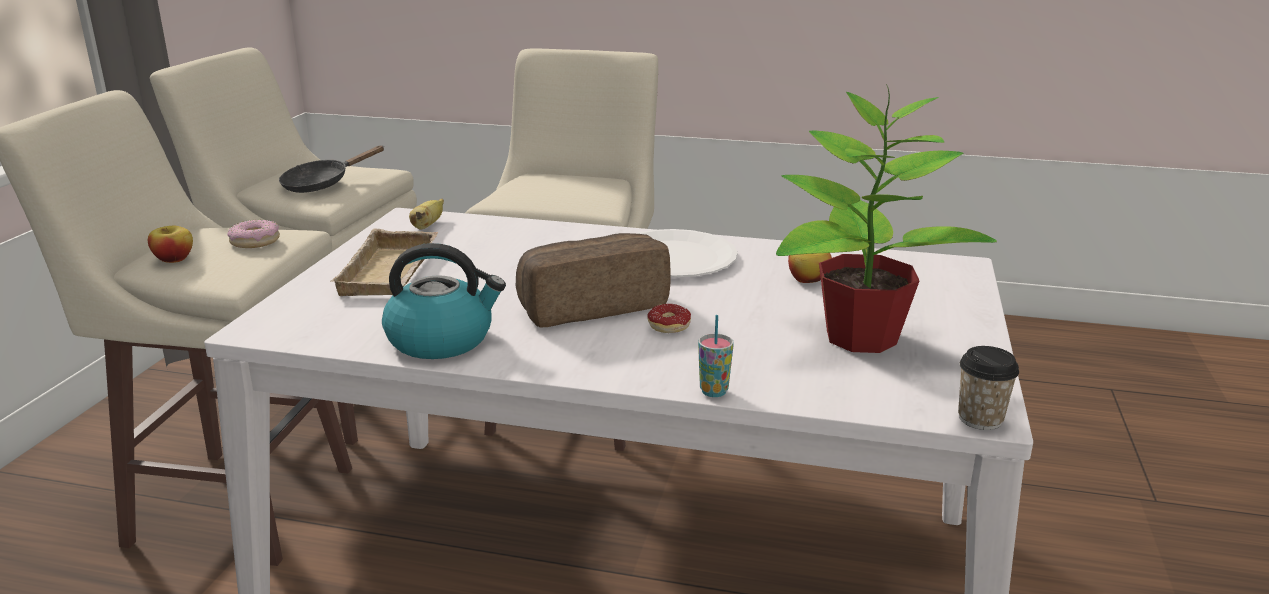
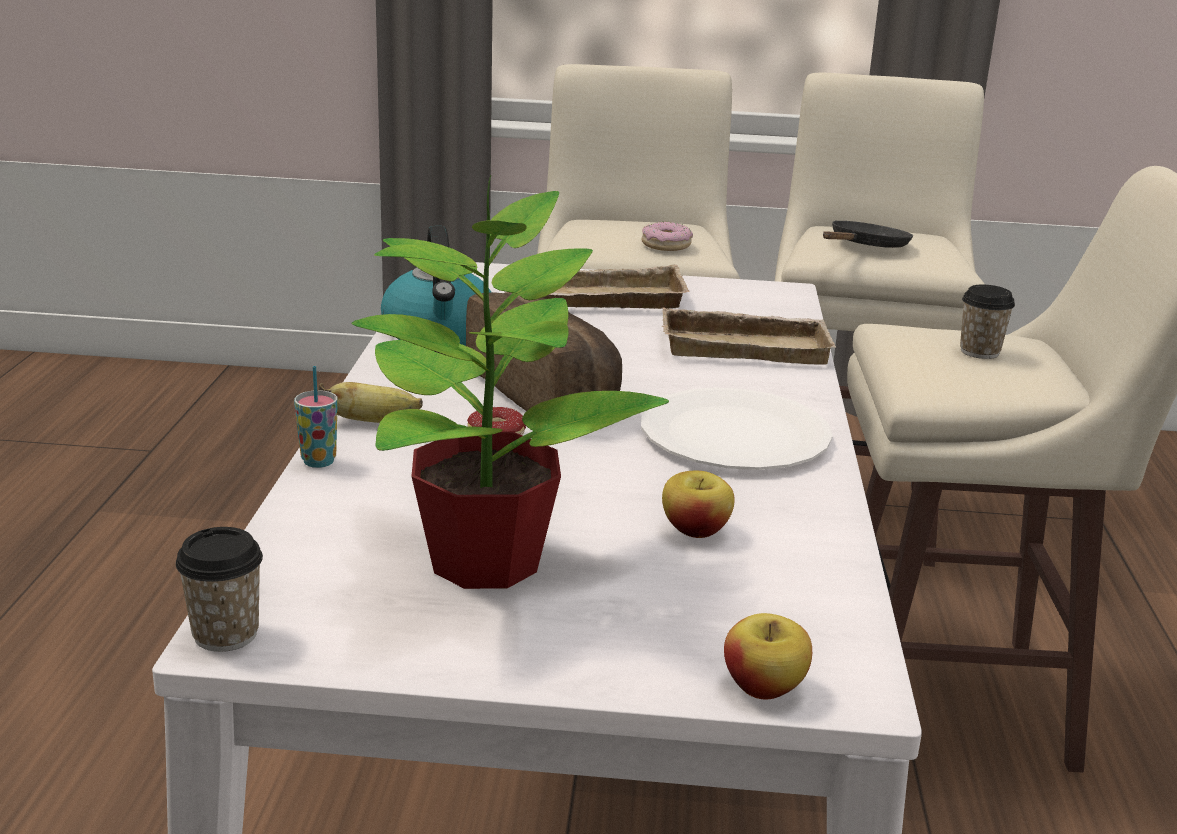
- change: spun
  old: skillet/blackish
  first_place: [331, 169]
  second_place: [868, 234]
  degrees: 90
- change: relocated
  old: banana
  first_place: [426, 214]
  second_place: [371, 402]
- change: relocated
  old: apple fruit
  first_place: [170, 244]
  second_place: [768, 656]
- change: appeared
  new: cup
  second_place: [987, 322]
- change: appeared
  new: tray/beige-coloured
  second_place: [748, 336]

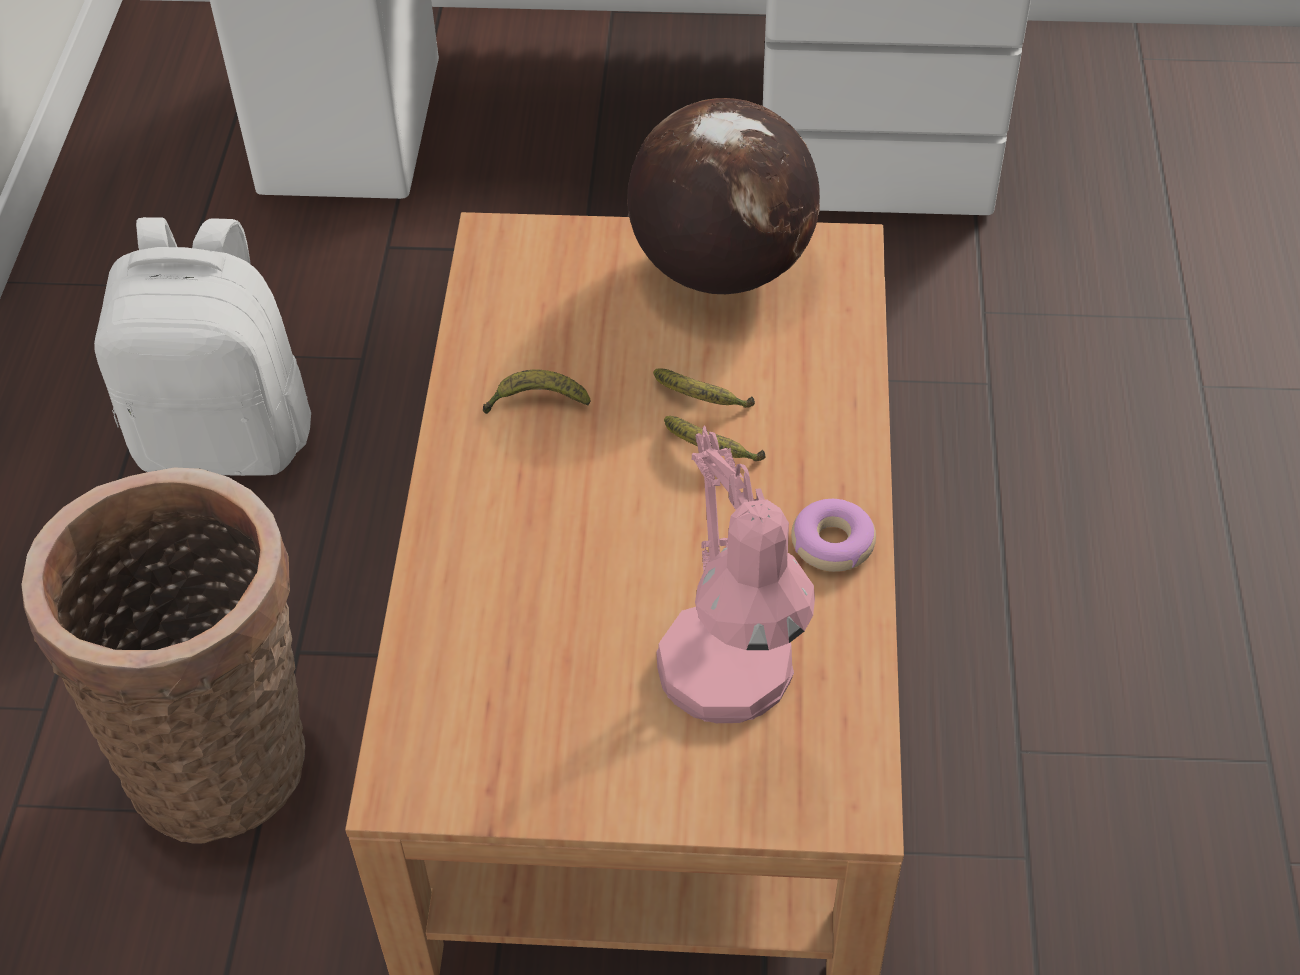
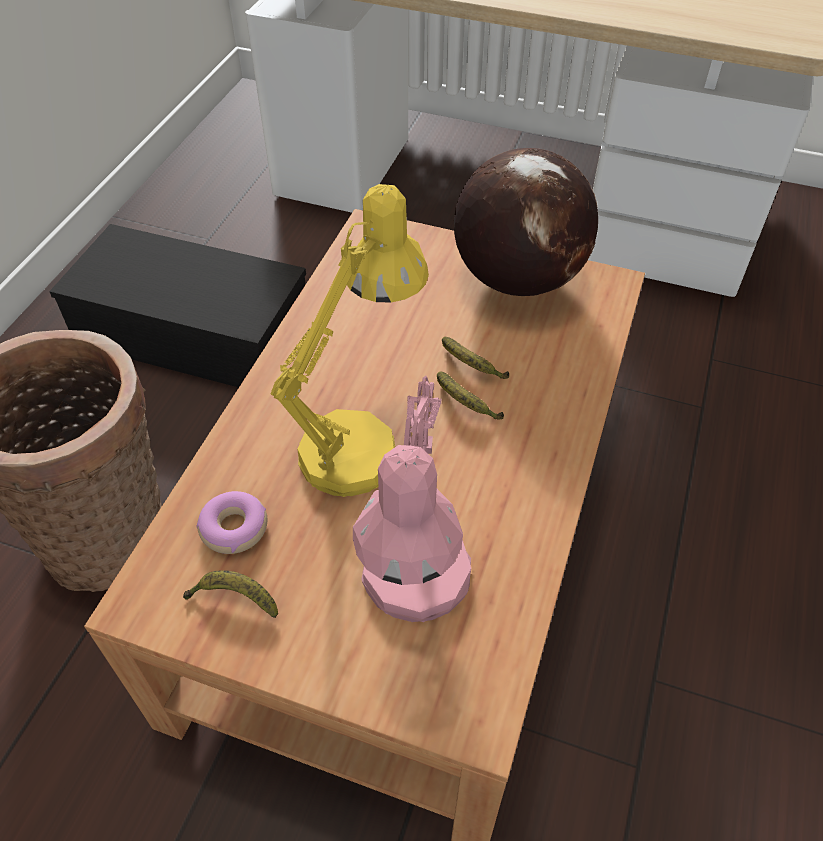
- change: exchanged
  old: rucksack/white
  new: storage bin/blackish
  first_place: [202, 346]
  second_place: [177, 305]
- change: relocated
  old: banana
  first_place: [537, 391]
  second_place: [230, 594]
- change: relocated
  old: doughnut
  first_place: [833, 535]
  second_place: [232, 522]
- change: appeared
  new: table lamp/yellow
  second_place: [350, 340]

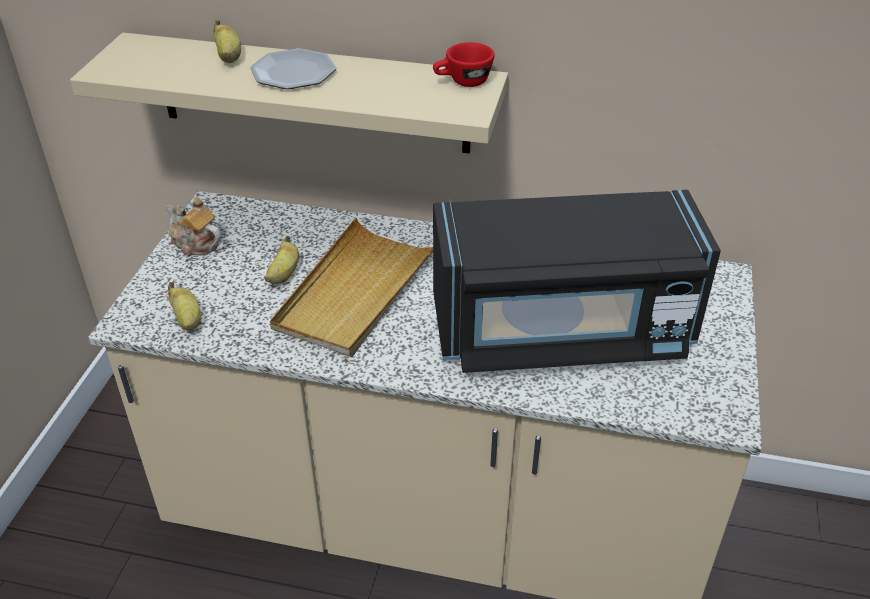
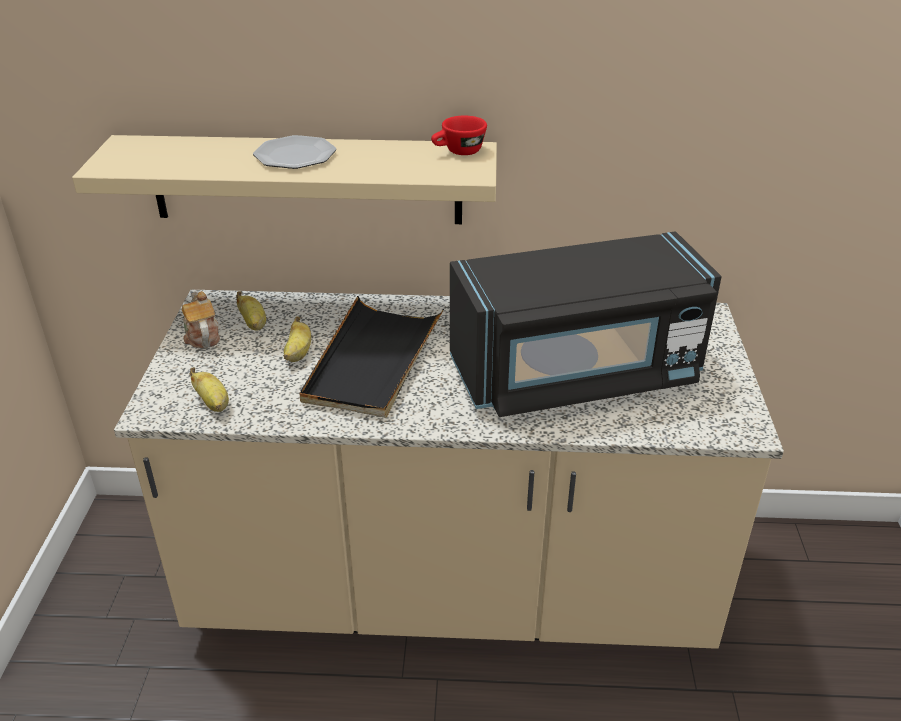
- change: relocated
  old: banana
  first_place: [227, 41]
  second_place: [251, 311]
- change: spun
  old: teapot
  first_place: [193, 226]
  second_place: [201, 319]
  degrees: 45
- change: colour
  old: tray/beige-coloured
  new: tray/blackish
  first_place: [351, 287]
  second_place: [371, 357]

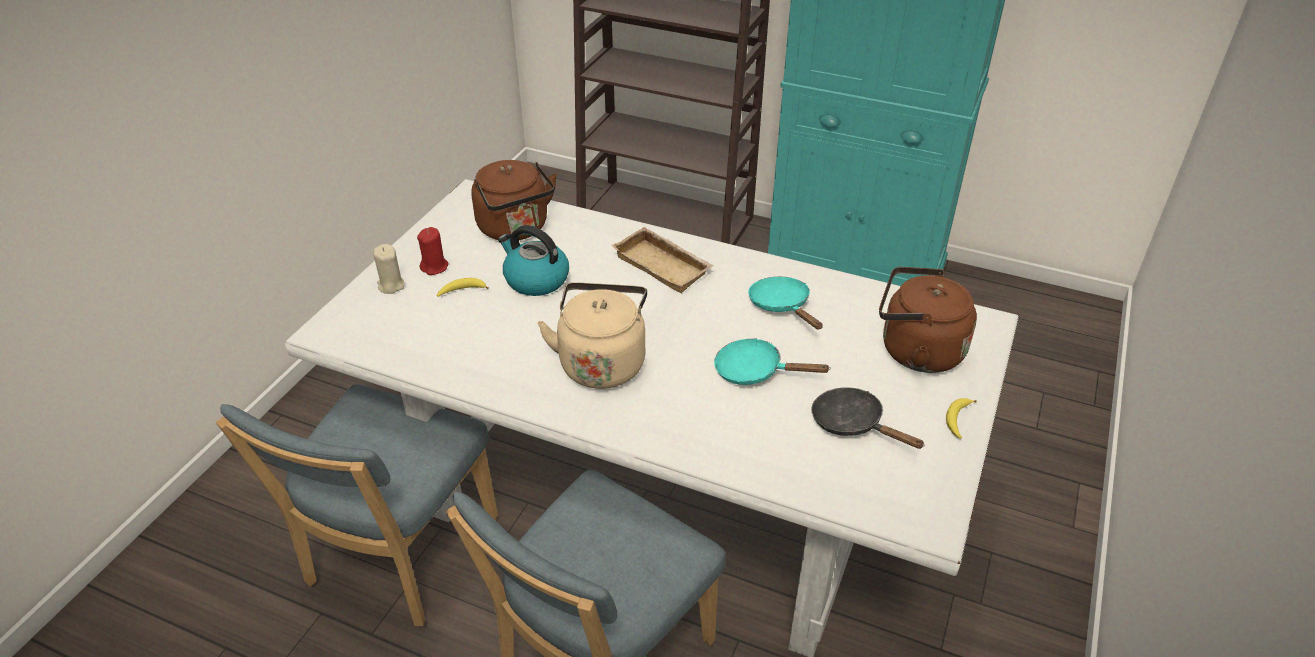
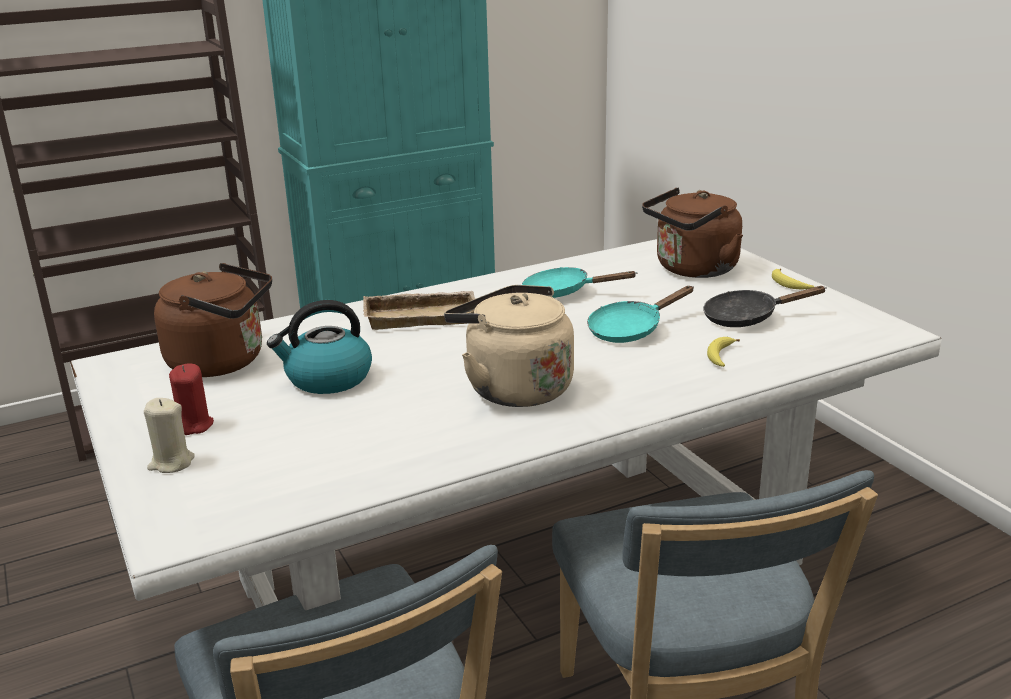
- change: relocated
  old: banana
  first_place: [463, 287]
  second_place: [723, 352]

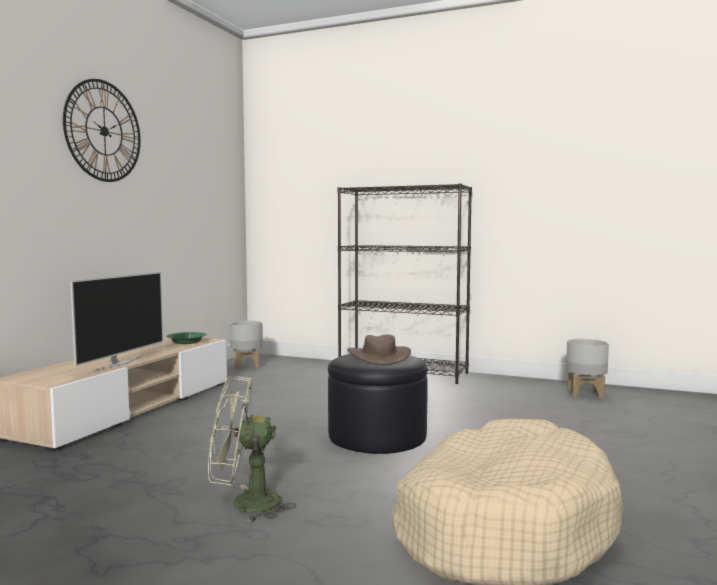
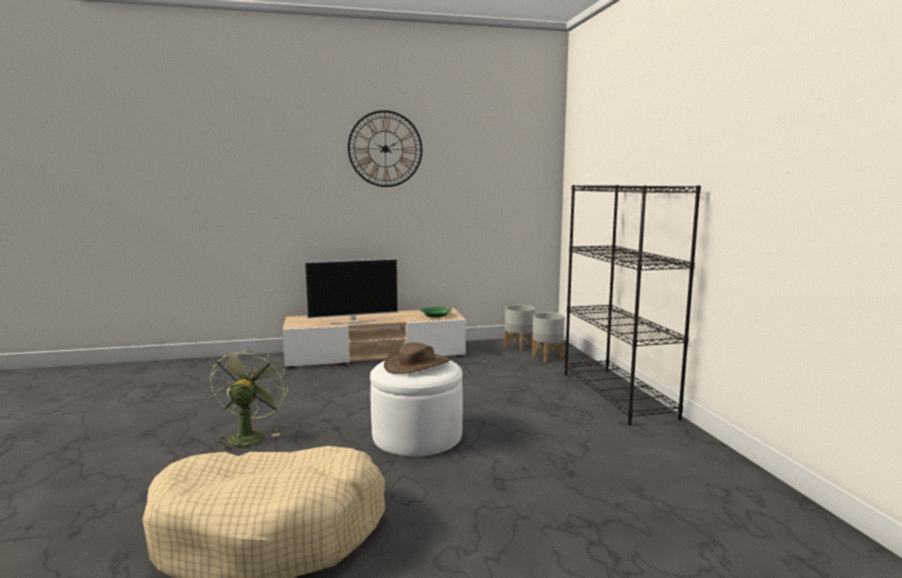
- change: relocated
  old: plant pot/grey
  first_place: [587, 369]
  second_place: [548, 337]
- change: colour
  old: ottoman/blackish
  new: ottoman/white
  first_place: [378, 404]
  second_place: [416, 408]
- change: spun
  old: electric fan/greenish
  first_place: [252, 449]
  second_place: [249, 399]
  degrees: 45

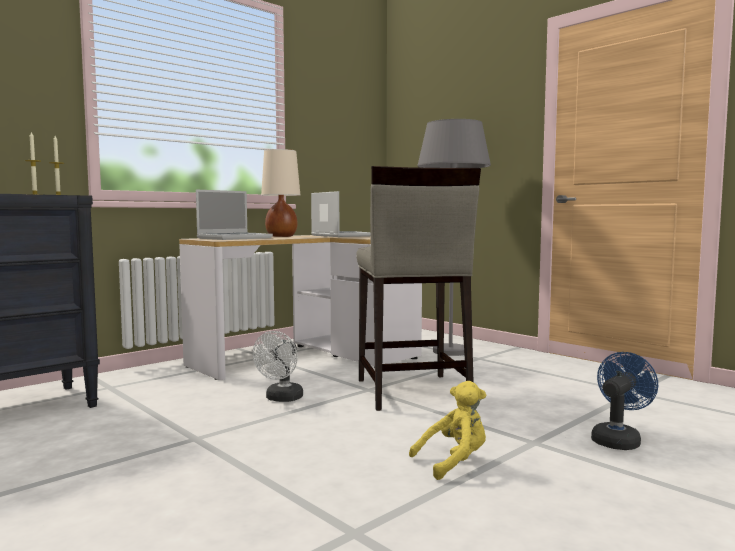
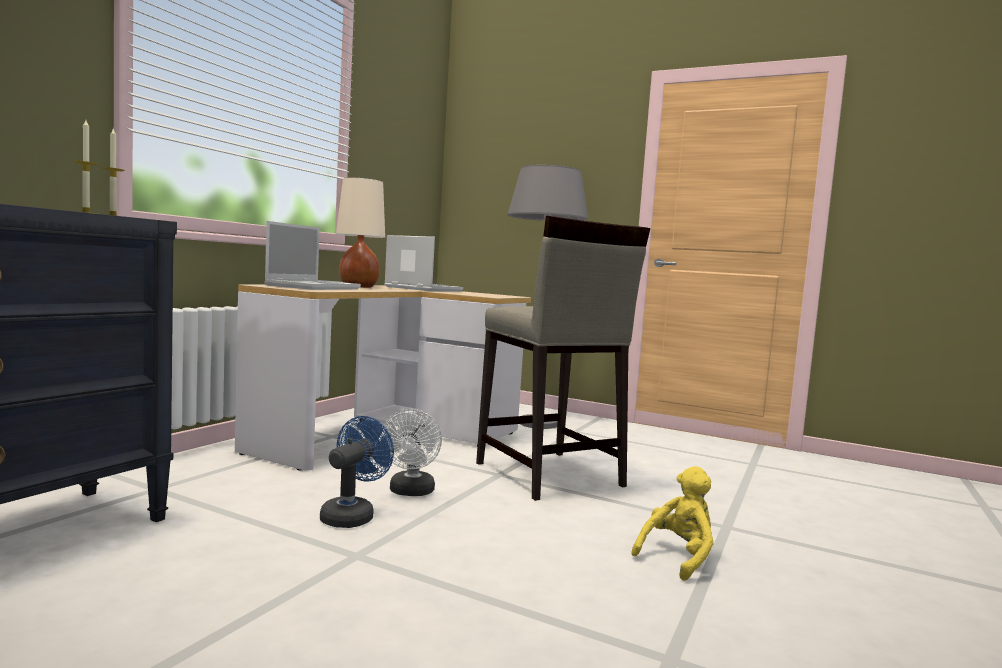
- change: relocated
  old: electric fan/bluish
  first_place: [624, 401]
  second_place: [357, 472]

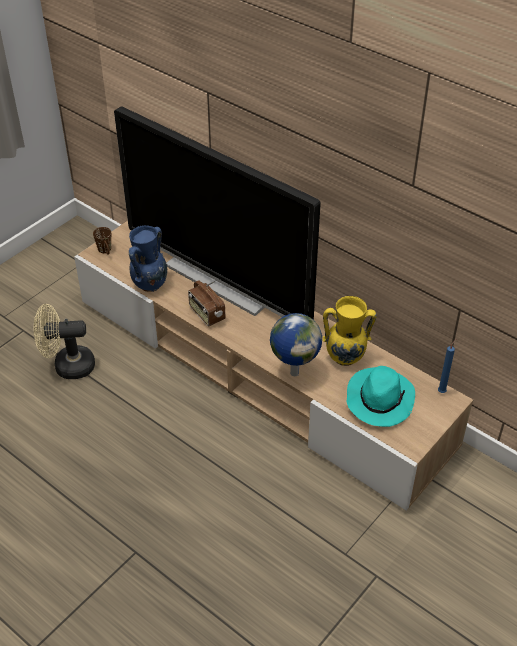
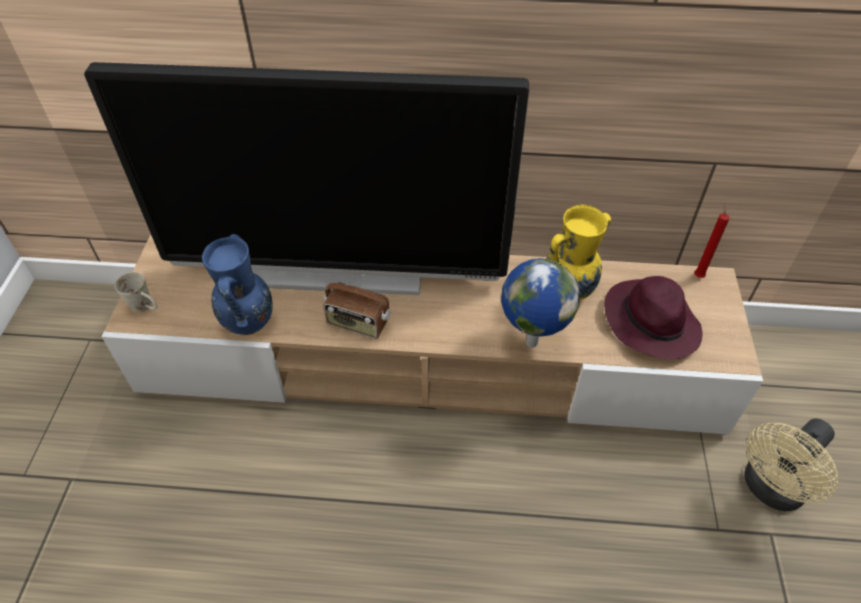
- change: colour
  old: coffee mug/brown
  new: coffee mug/white
  first_place: [102, 241]
  second_place: [136, 292]
- change: relocated
  old: electric fan/beige-coloured
  first_place: [64, 341]
  second_place: [791, 464]
- change: colour
  old: wax light/bluish
  new: wax light/red-coloured
  first_place: [447, 366]
  second_place: [712, 240]
- change: colour
  old: wearable hat/blue-green
  new: wearable hat/purple-coloured
  first_place: [380, 396]
  second_place: [653, 317]

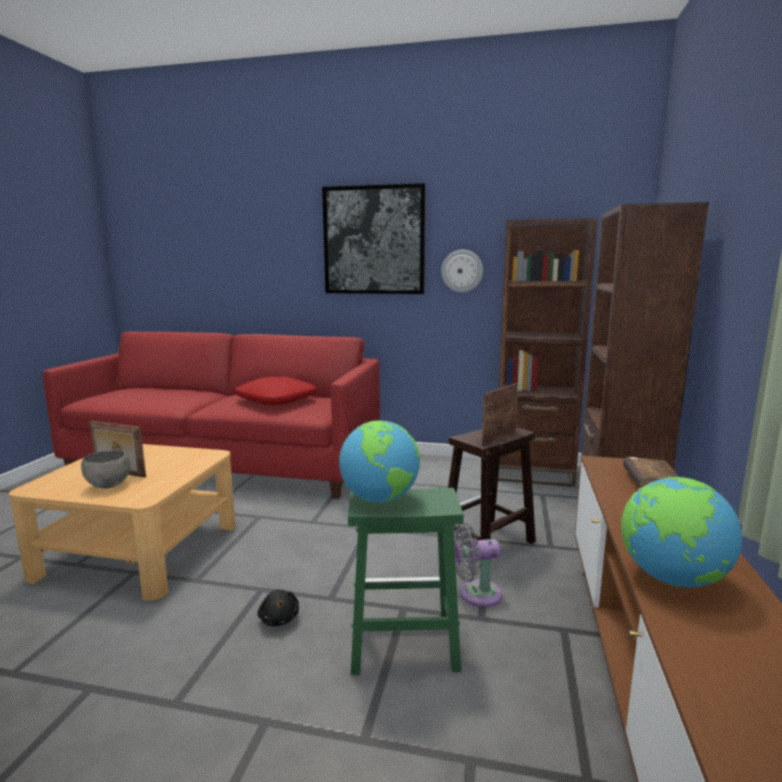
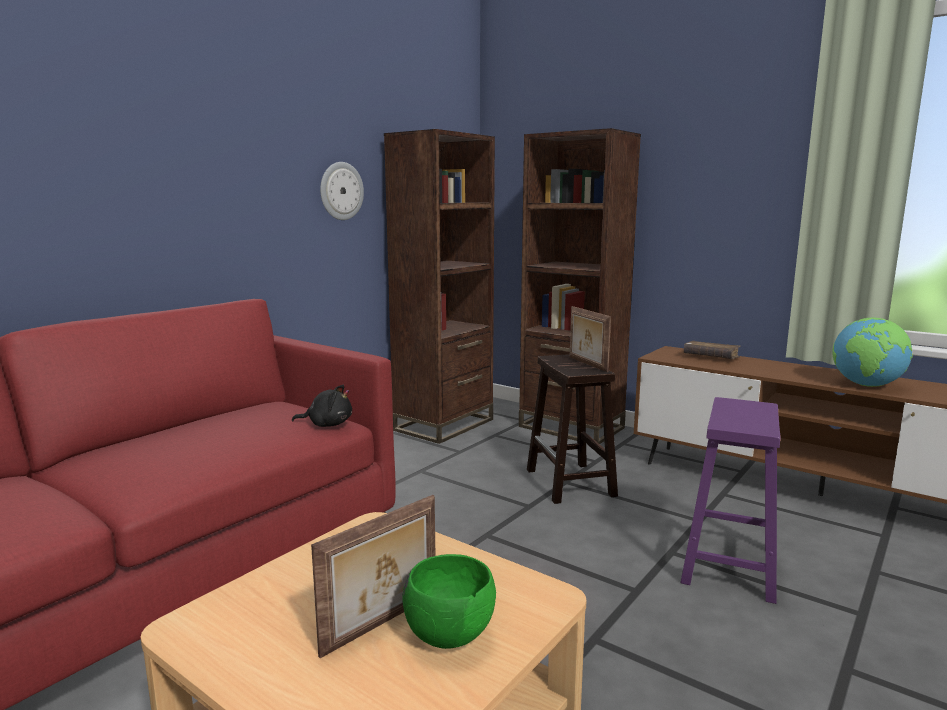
- change: missing
  old: wall art
  first_place: [374, 238]
- change: missing
  old: pillow/red-coloured
  first_place: [275, 391]
- change: missing
  old: globe
  first_place: [379, 461]
- change: colour
  old: bowl/grey
  new: bowl/greenish
  first_place: [106, 469]
  second_place: [449, 601]
- change: colour
  old: stool seat/greenish
  new: stool seat/purple-coloured
  first_place: [406, 581]
  second_place: [730, 500]
- change: missing
  old: electric fan/grey
  first_place: [478, 565]
- change: relocated
  old: plush toy/blackish
  first_place: [278, 607]
  second_place: [322, 406]

